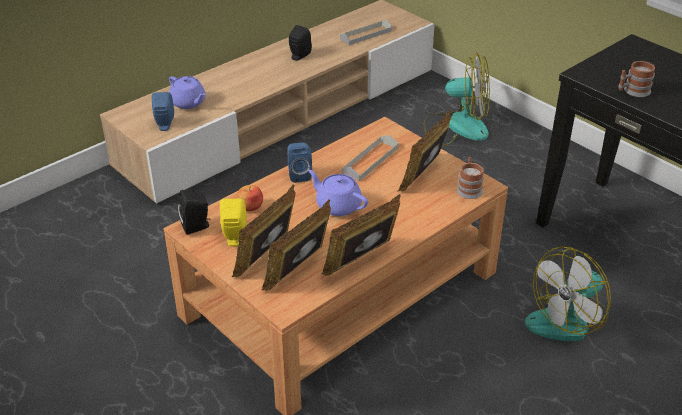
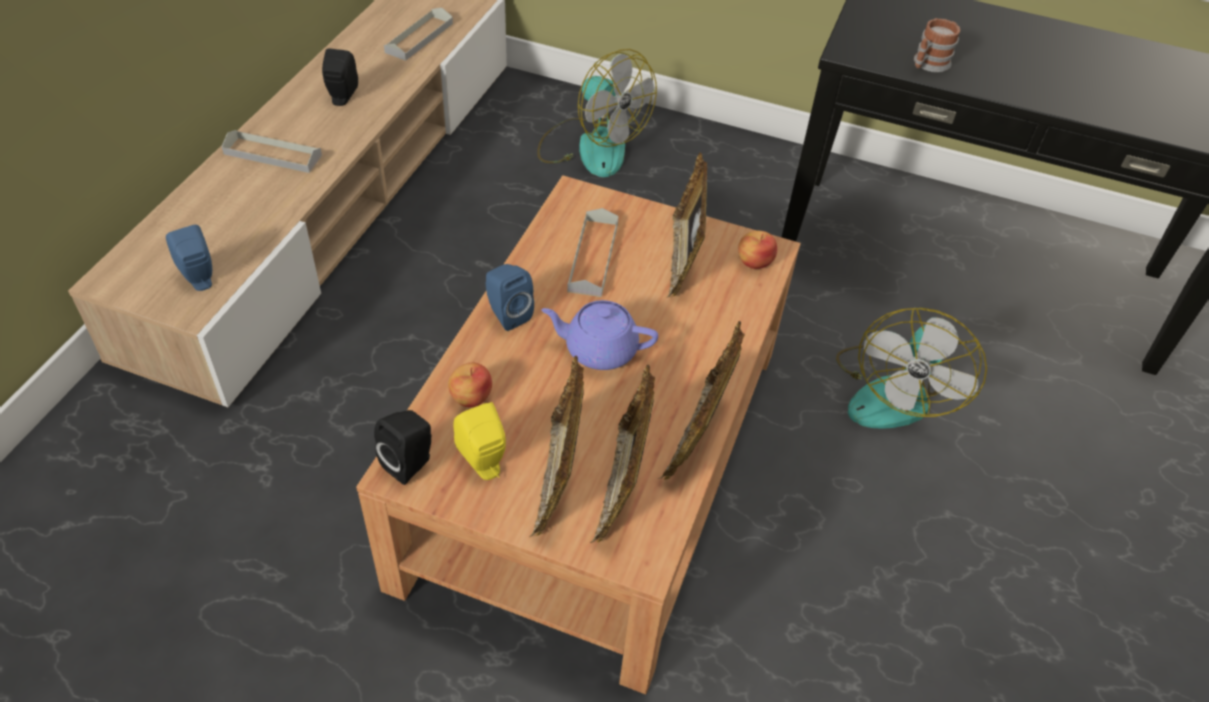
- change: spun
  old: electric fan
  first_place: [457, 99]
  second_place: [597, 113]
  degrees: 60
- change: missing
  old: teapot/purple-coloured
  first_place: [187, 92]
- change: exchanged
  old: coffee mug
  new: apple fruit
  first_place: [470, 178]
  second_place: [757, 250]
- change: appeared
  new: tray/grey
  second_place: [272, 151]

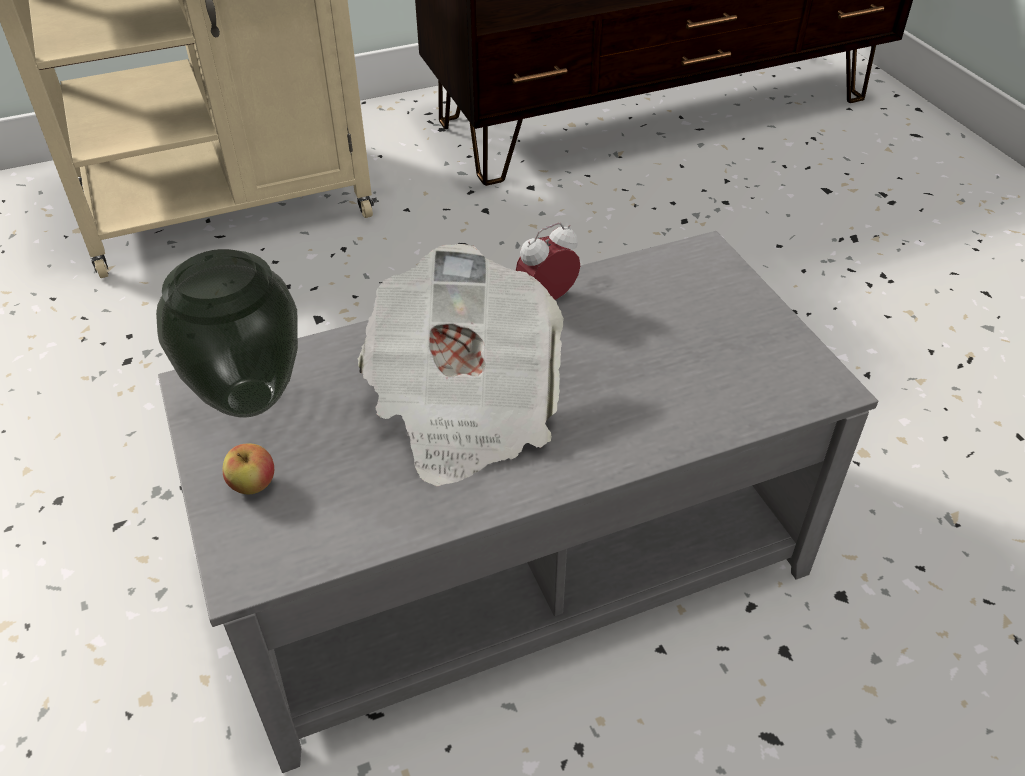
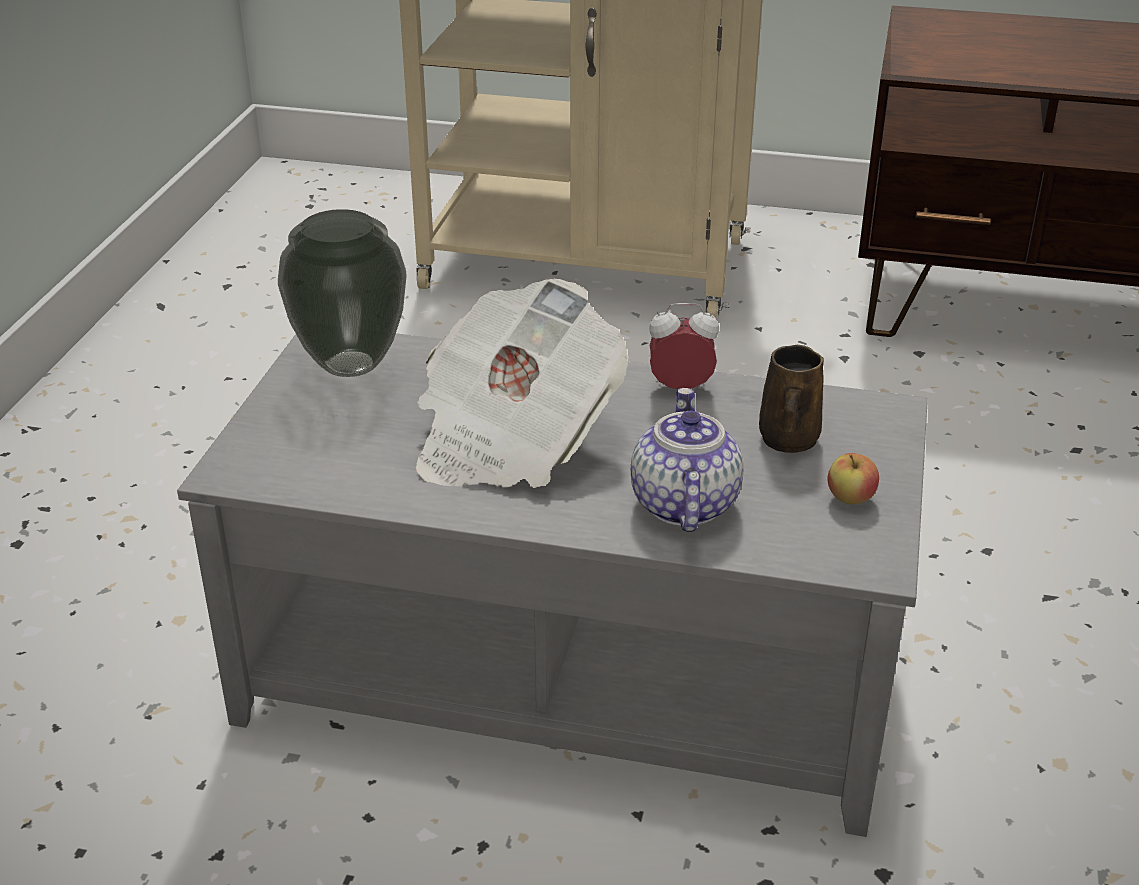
- change: relocated
  old: apple fruit
  first_place: [248, 469]
  second_place: [853, 478]
- change: appeared
  new: coffee mug/brown
  second_place: [791, 399]
- change: appeared
  new: teapot
  second_place: [687, 460]

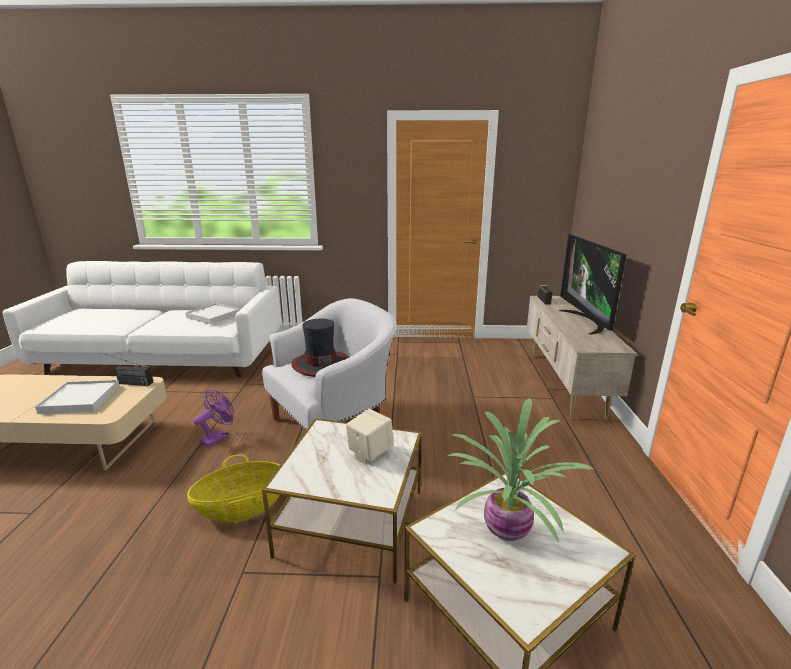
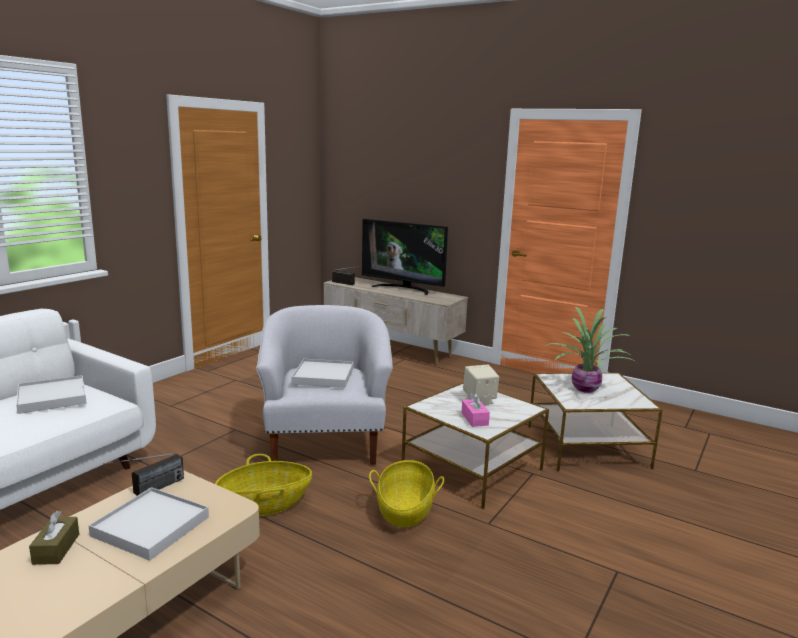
- change: exchanged
  old: wearable hat
  new: tray/white
  first_place: [320, 348]
  second_place: [322, 373]
- change: exchanged
  old: electric fan/purple-coloured
  new: household basket
  first_place: [213, 418]
  second_place: [263, 485]
- change: appeared
  new: tissue holder/pinkish
  second_place: [475, 410]
- change: appeared
  new: tissue holder/brown
  second_place: [54, 538]

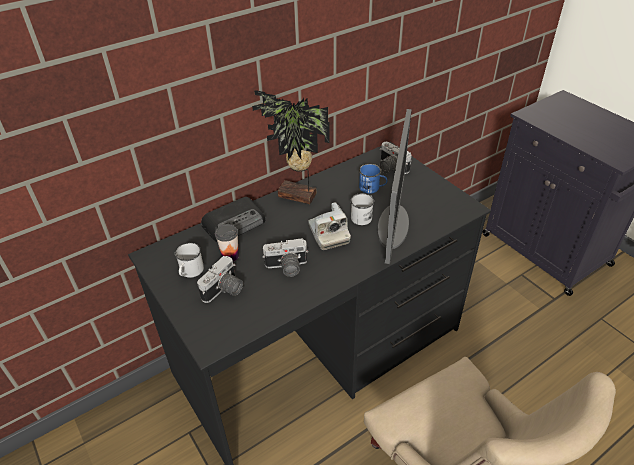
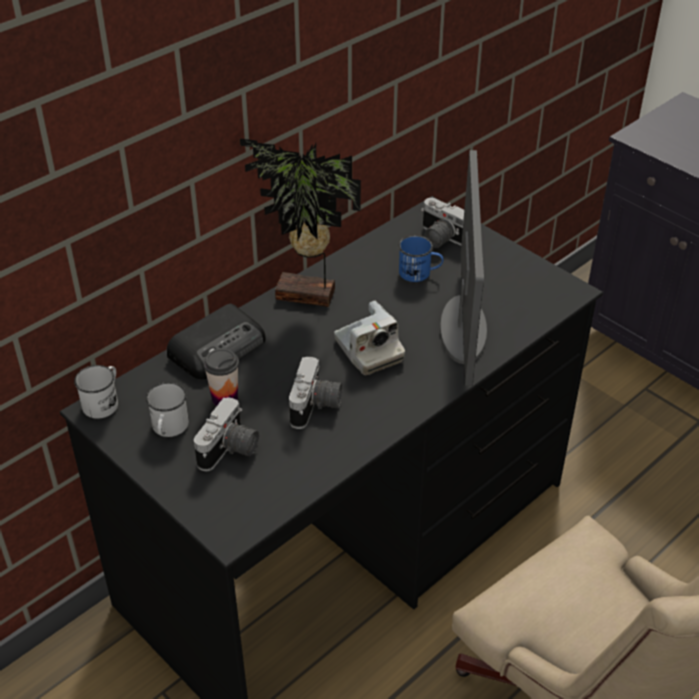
- change: relocated
  old: coffee mug/white
  first_place: [362, 209]
  second_place: [96, 392]
- change: spun
  old: photo camera
  first_place: [285, 257]
  second_place: [315, 393]
  degrees: -60

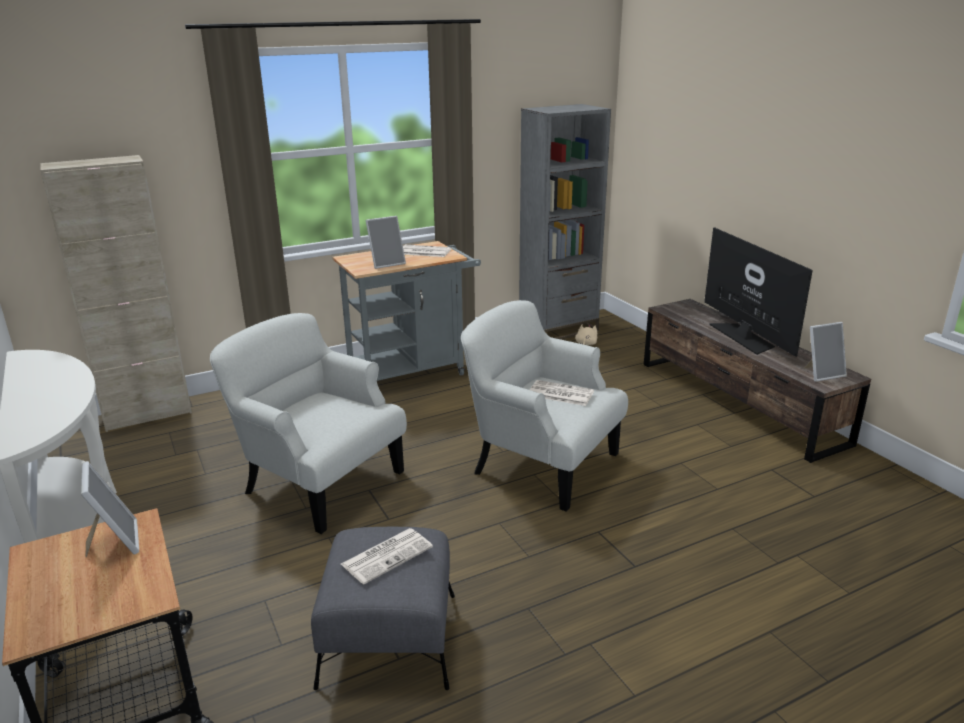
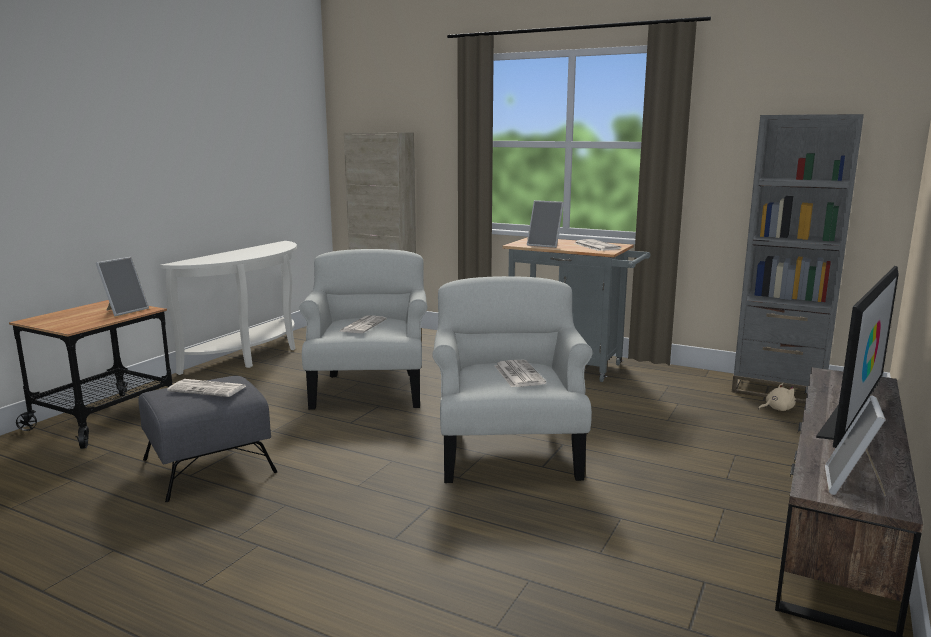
- change: spun
  old: photo frame
  first_place: [825, 352]
  second_place: [855, 445]
  degrees: 75
- change: appeared
  new: printed paper
  second_place: [362, 324]

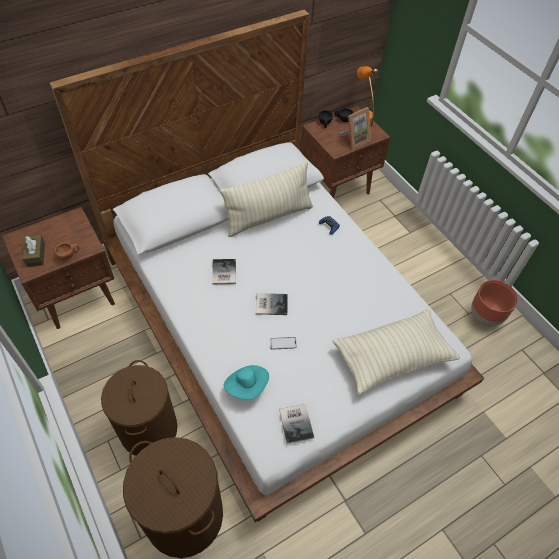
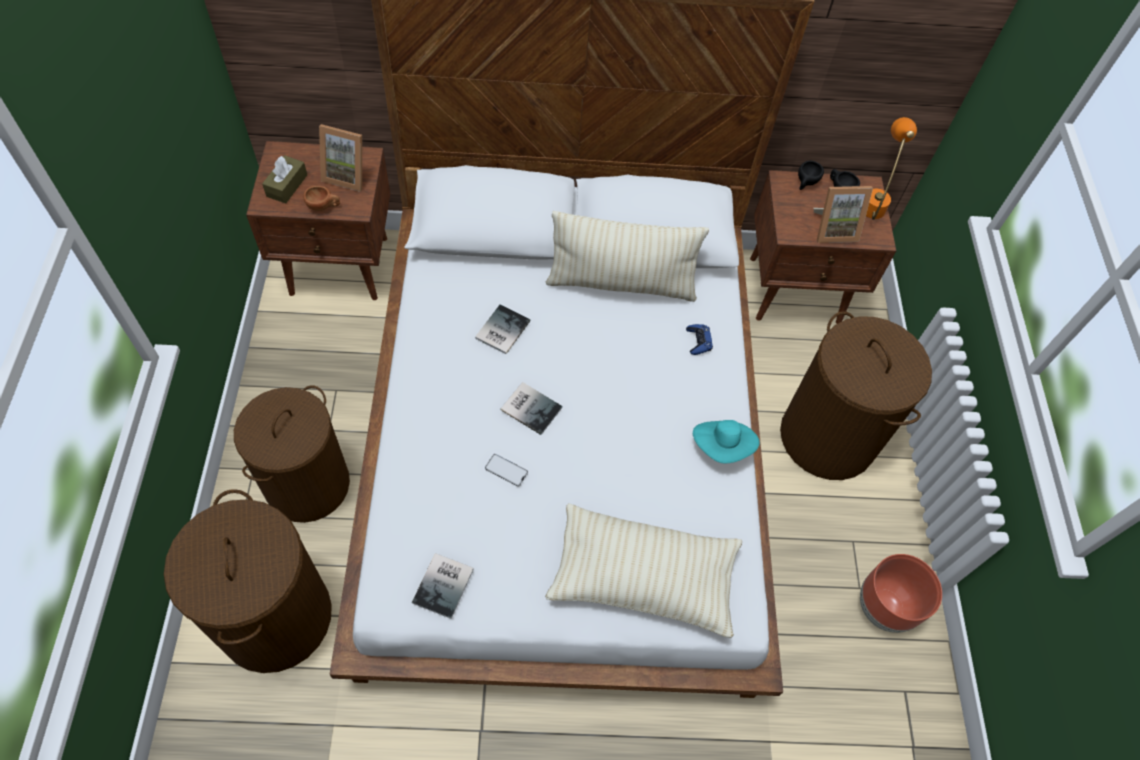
- change: relocated
  old: wearable hat/blue-green
  first_place: [246, 382]
  second_place: [726, 442]
- change: appeared
  new: photo frame
  second_place: [340, 158]
- change: appeared
  new: washing basket/brown
  second_place: [856, 395]

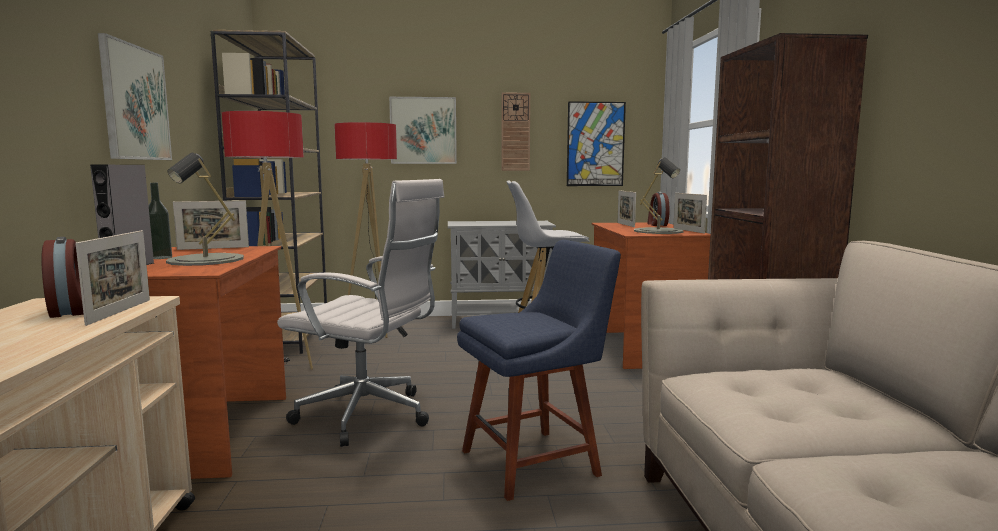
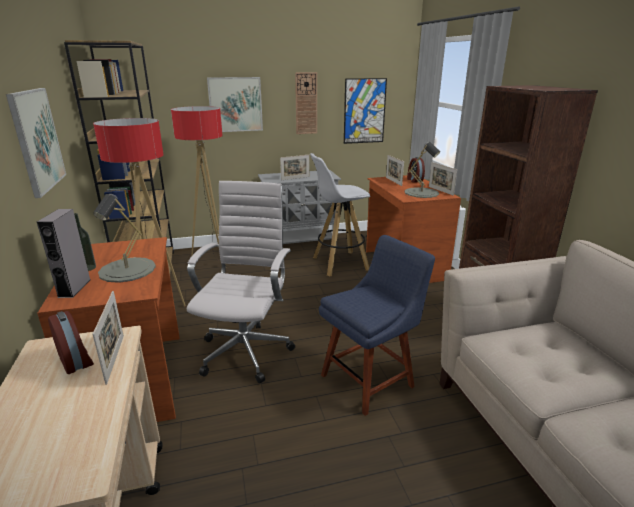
- change: spun
  old: office chair/white
  first_place: [361, 313]
  second_place: [241, 282]
  degrees: -90
- change: relocated
  old: photo frame
  first_place: [211, 225]
  second_place: [294, 167]

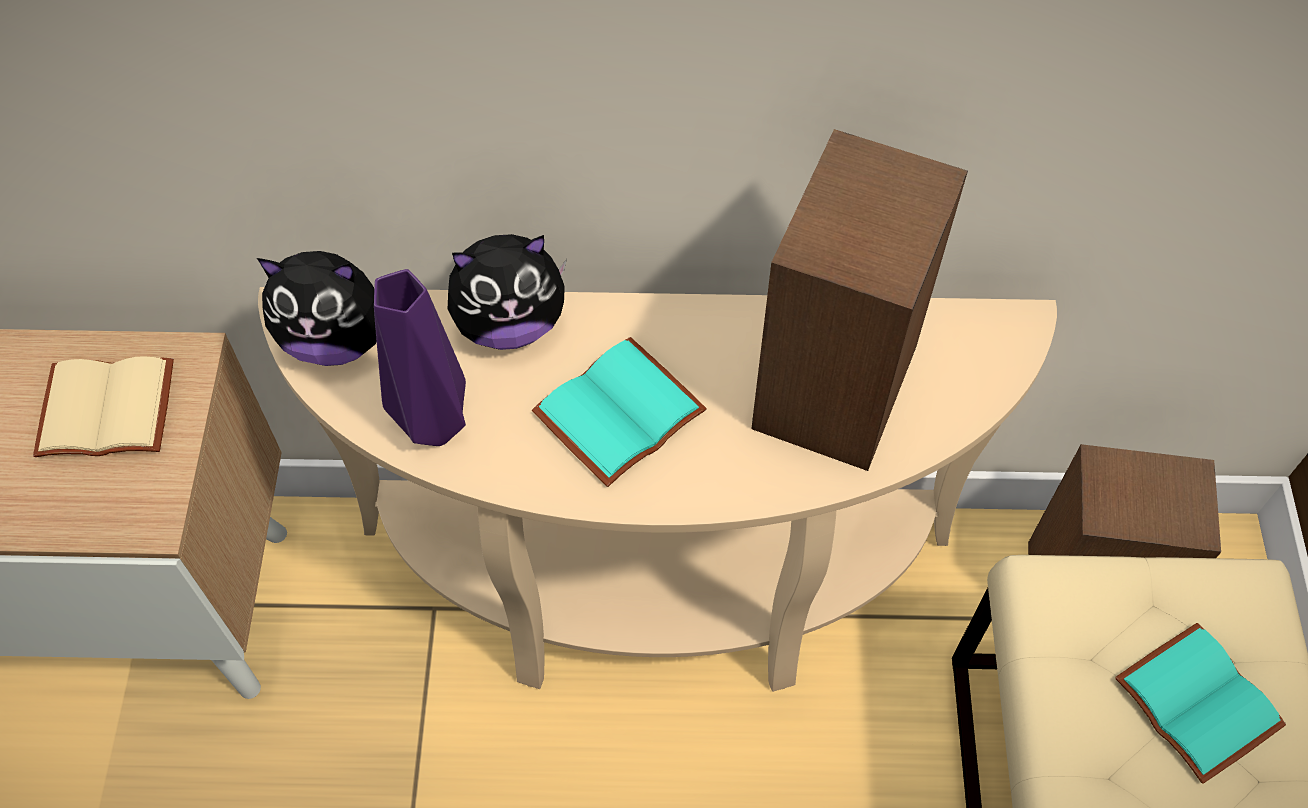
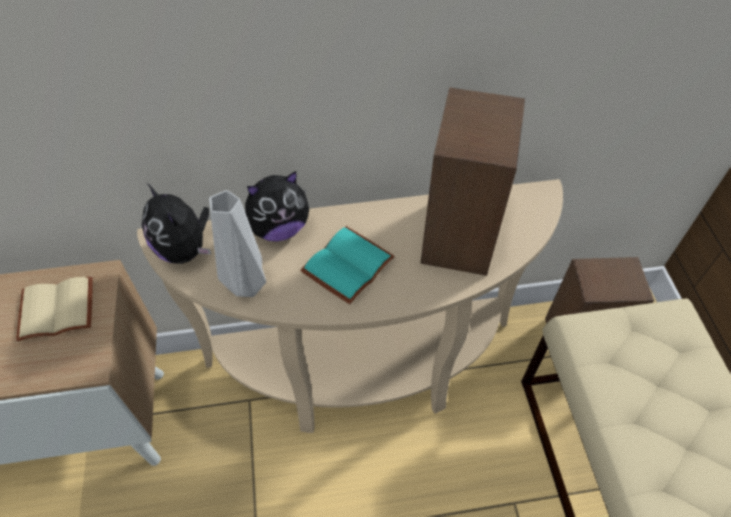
- change: spun
  old: plush toy
  first_place: [317, 308]
  second_place: [176, 223]
  degrees: 60
- change: colour
  old: flower vase/purple-coloured
  new: flower vase/grey
  first_place: [420, 357]
  second_place: [237, 243]
- change: missing
  old: book/blue-green
  first_place: [1200, 703]

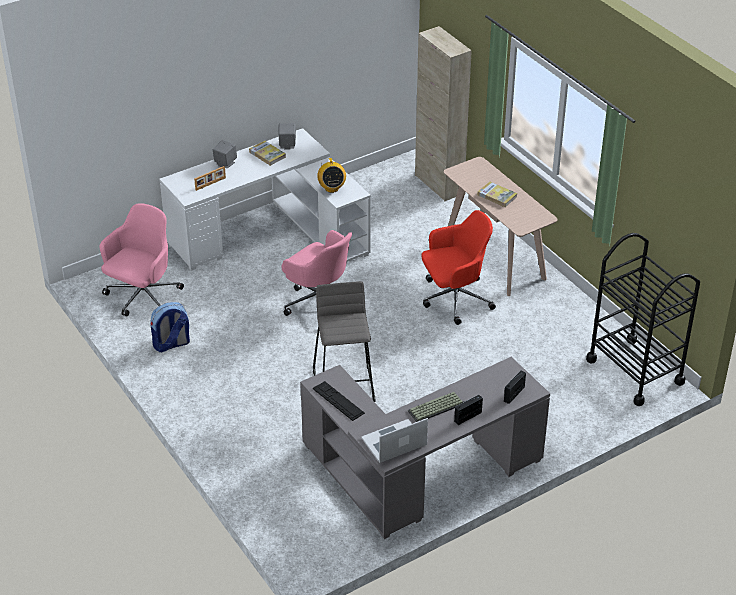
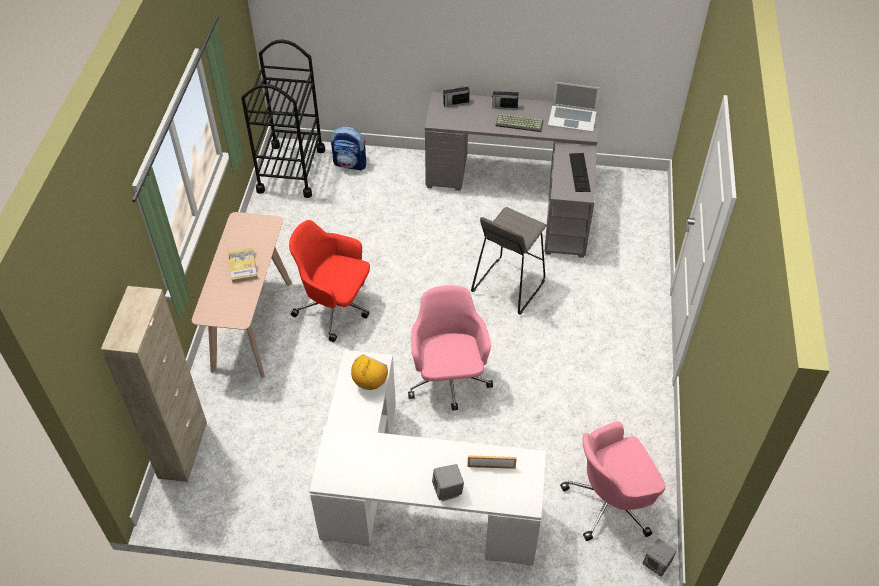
- change: relocated
  old: loudspeaker/grey
  first_place: [287, 136]
  second_place: [659, 558]
- change: missing
  old: book
  first_place: [267, 153]
- change: relocated
  old: rucksack
  first_place: [170, 327]
  second_place: [348, 148]

